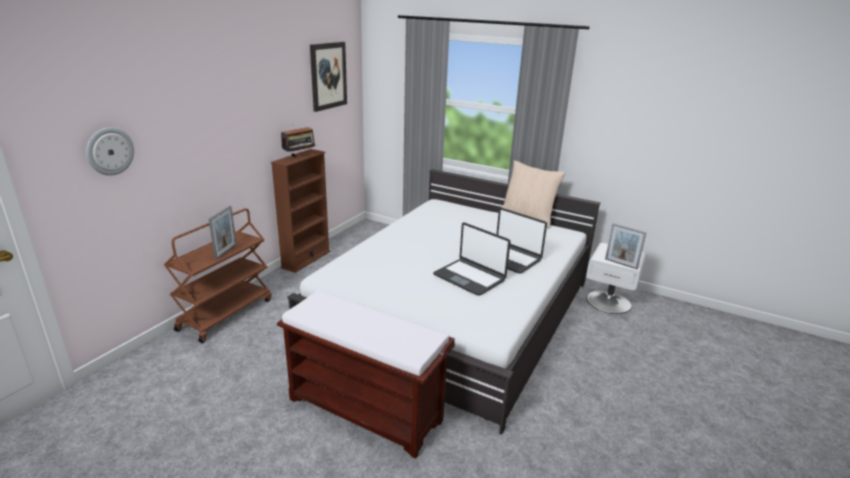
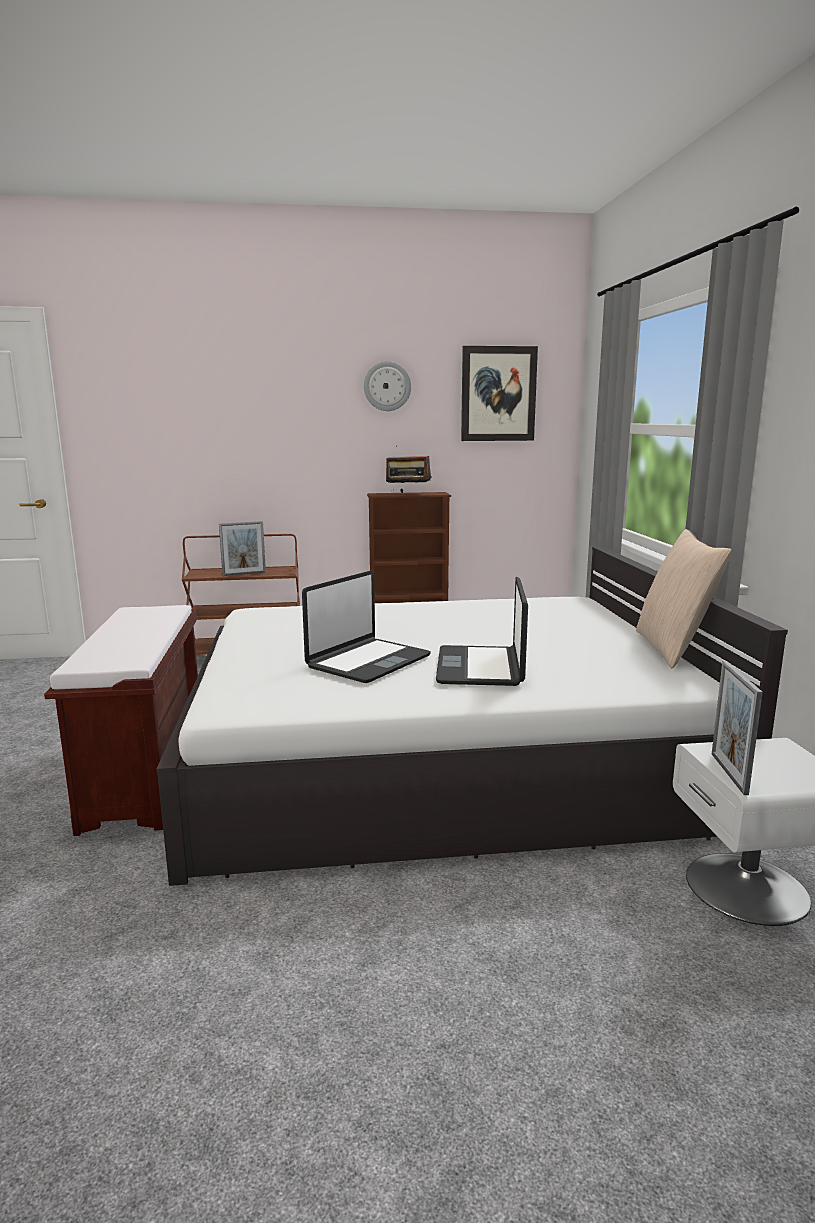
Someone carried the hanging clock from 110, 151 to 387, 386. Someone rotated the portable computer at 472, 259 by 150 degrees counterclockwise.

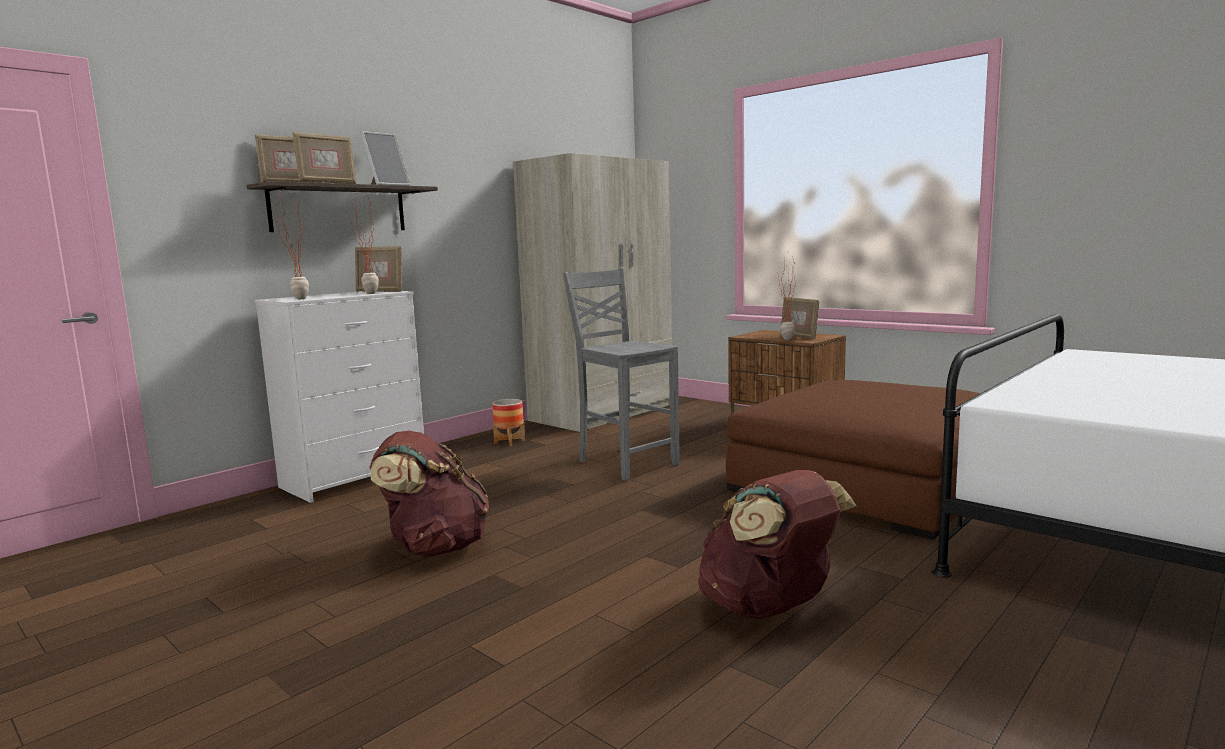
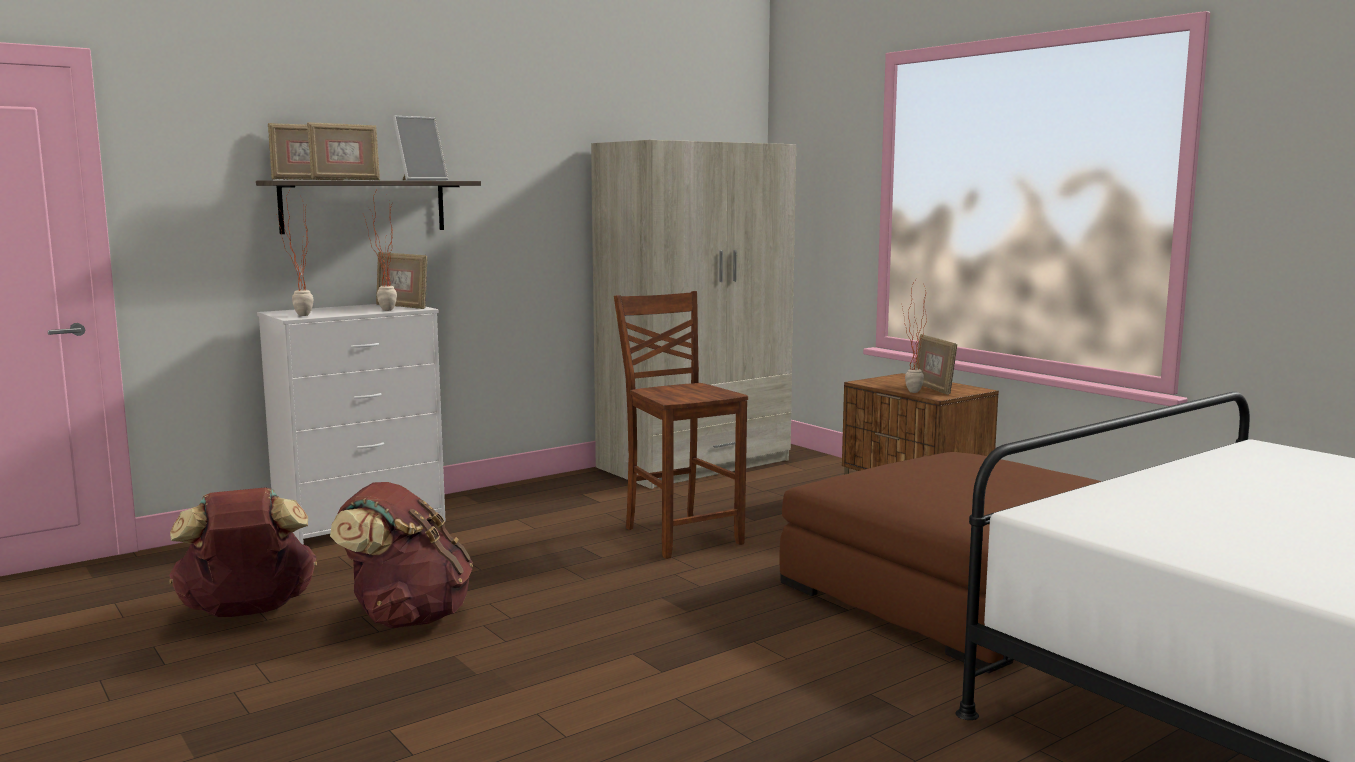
Someone took away the flower pot at 508, 422. Someone carried the backpack/brown-coloured from 777, 544 to 243, 552. Someone repainted the upright chair/gray at 621, 374, which became the upright chair/brown-coloured at 681, 425.

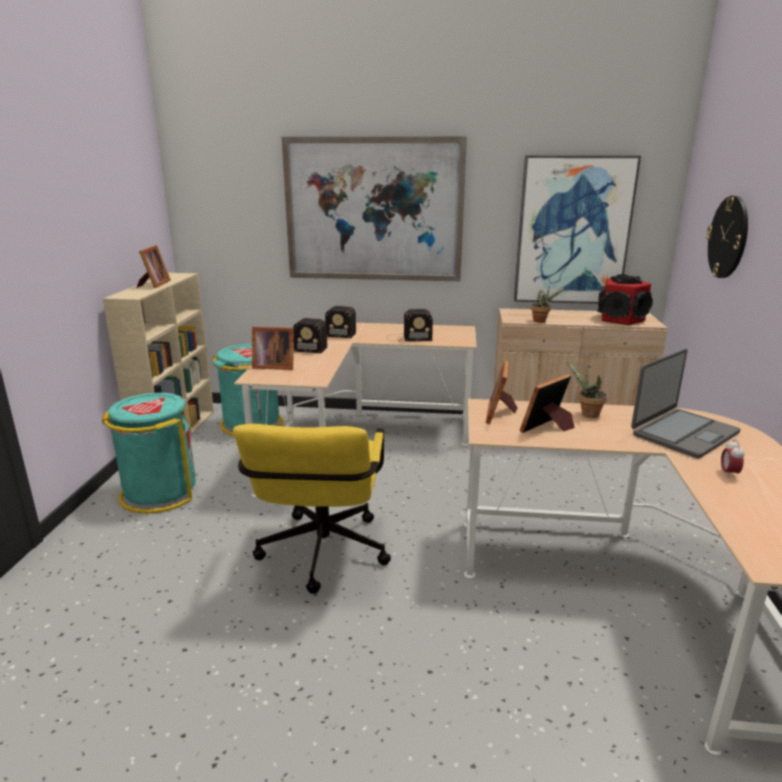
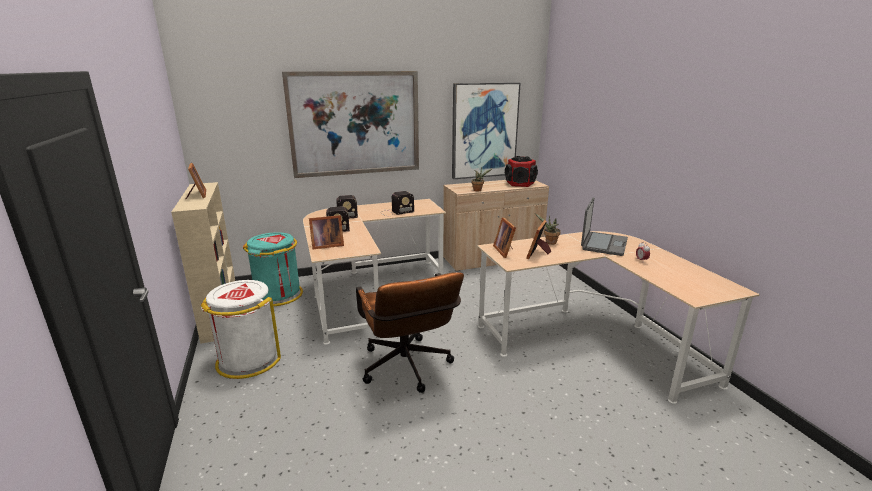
Someone took away the hanging clock at 727, 237. Someone repainted the trash can/blue-green at 149, 453, which became the trash can/white at 241, 329. Someone repainted the desk chair/yellow at 312, 509, which became the desk chair/brown-coloured at 410, 332.

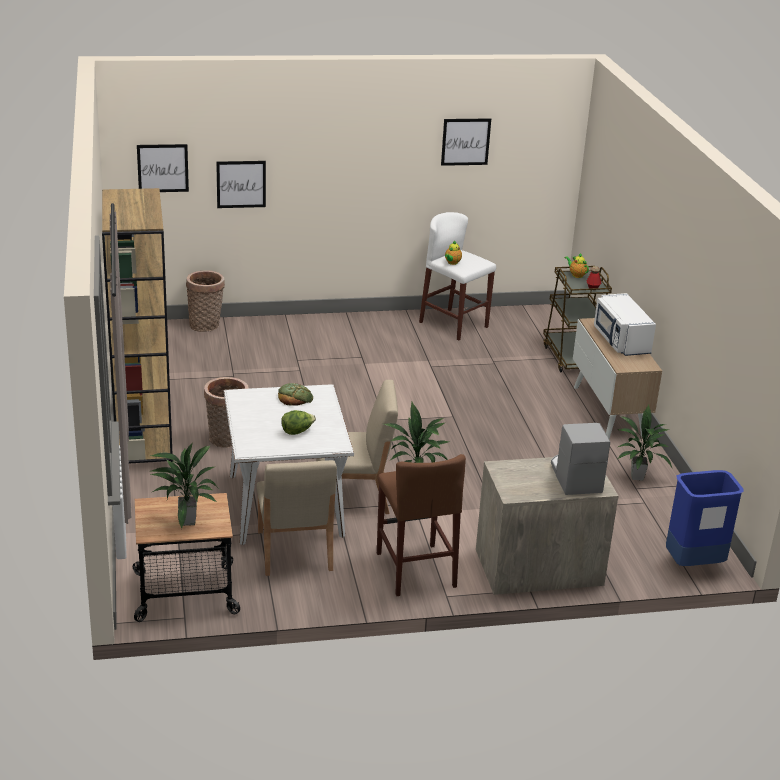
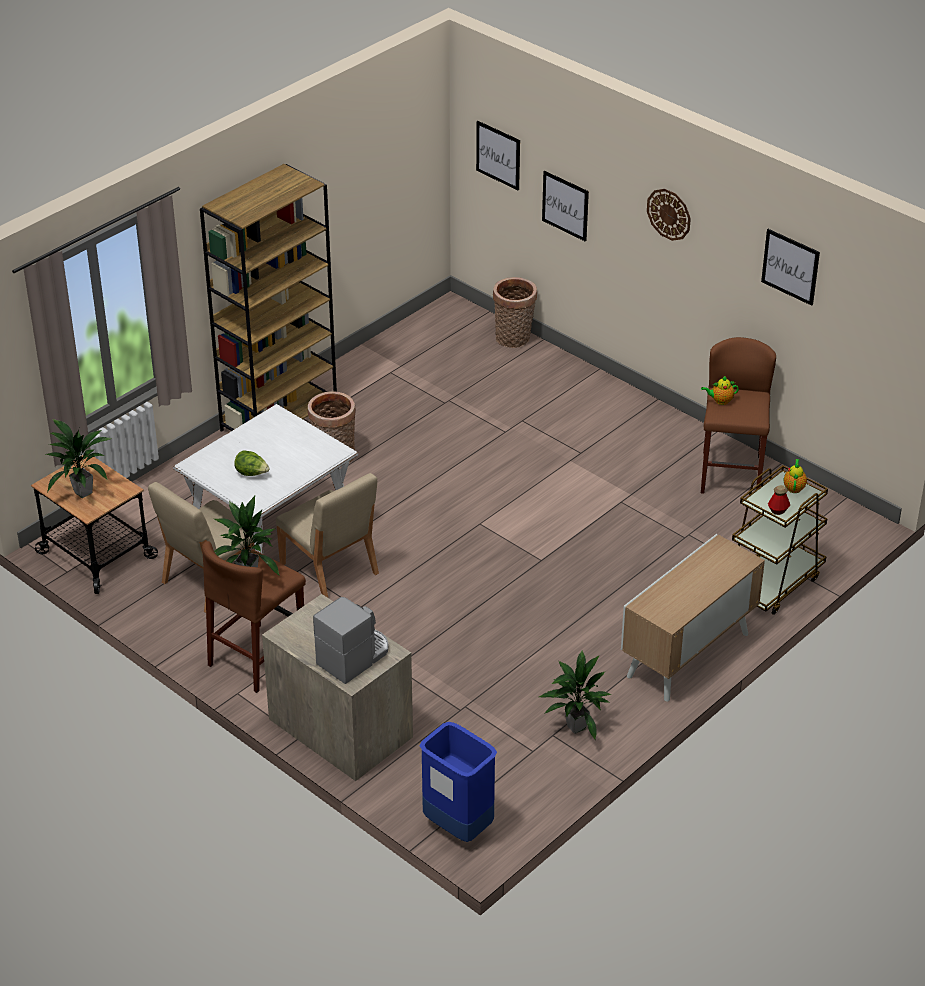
Someone took away the bread at 295, 394. Someone took away the microwave/white at 625, 324. Someone put up the hanging clock at 669, 215. Someone repainted the stool seat/white at 457, 276, which became the stool seat/brown-coloured at 738, 415.

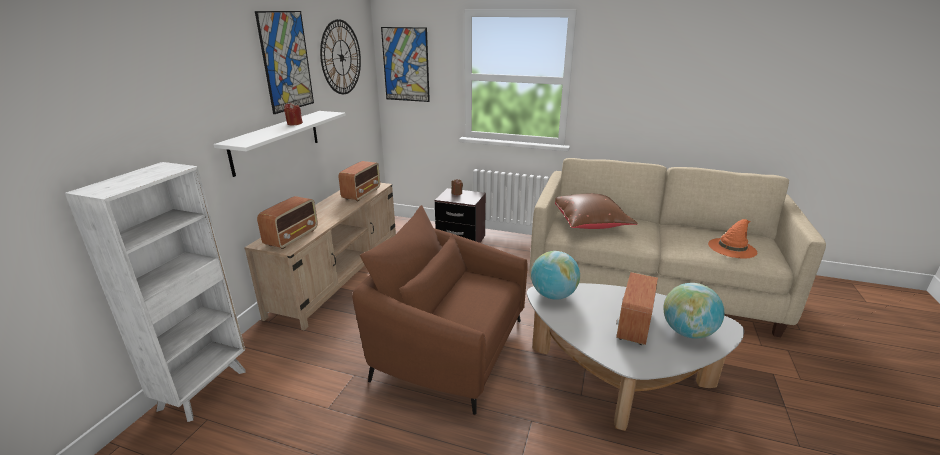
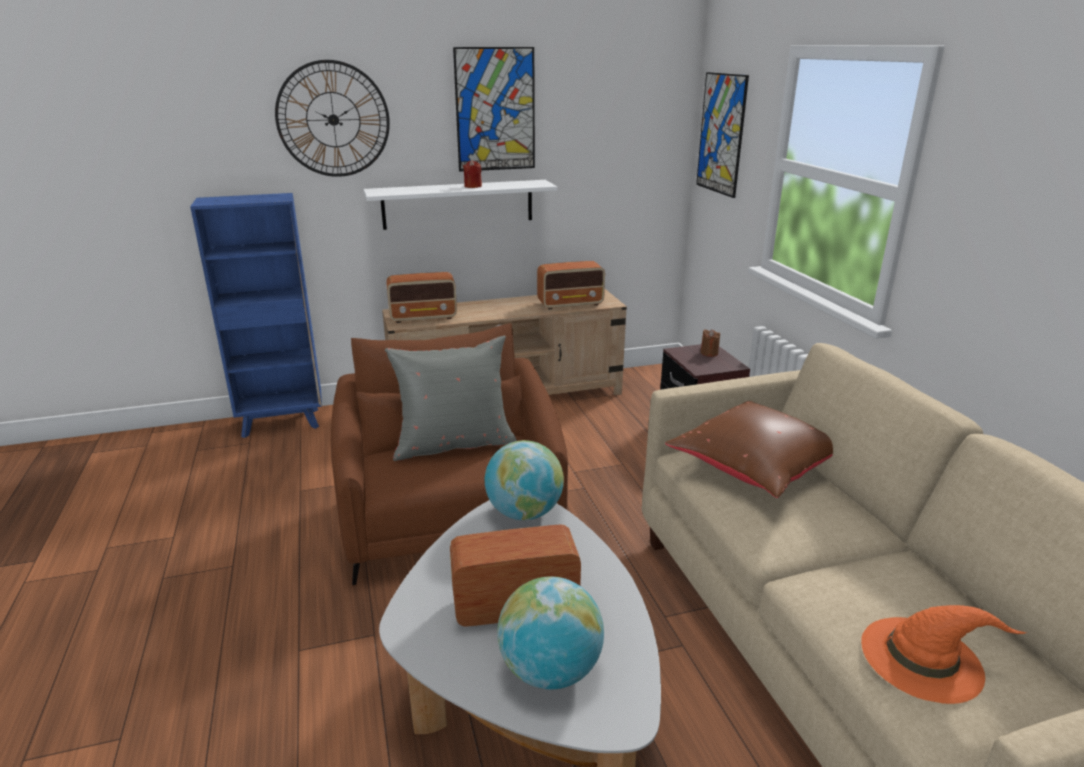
Someone put down the pillow/gray at 451, 398. Someone carried the hanging clock from 340, 56 to 332, 118. Someone repainted the shelving unit/white at 155, 292, which became the shelving unit/blue at 256, 315.

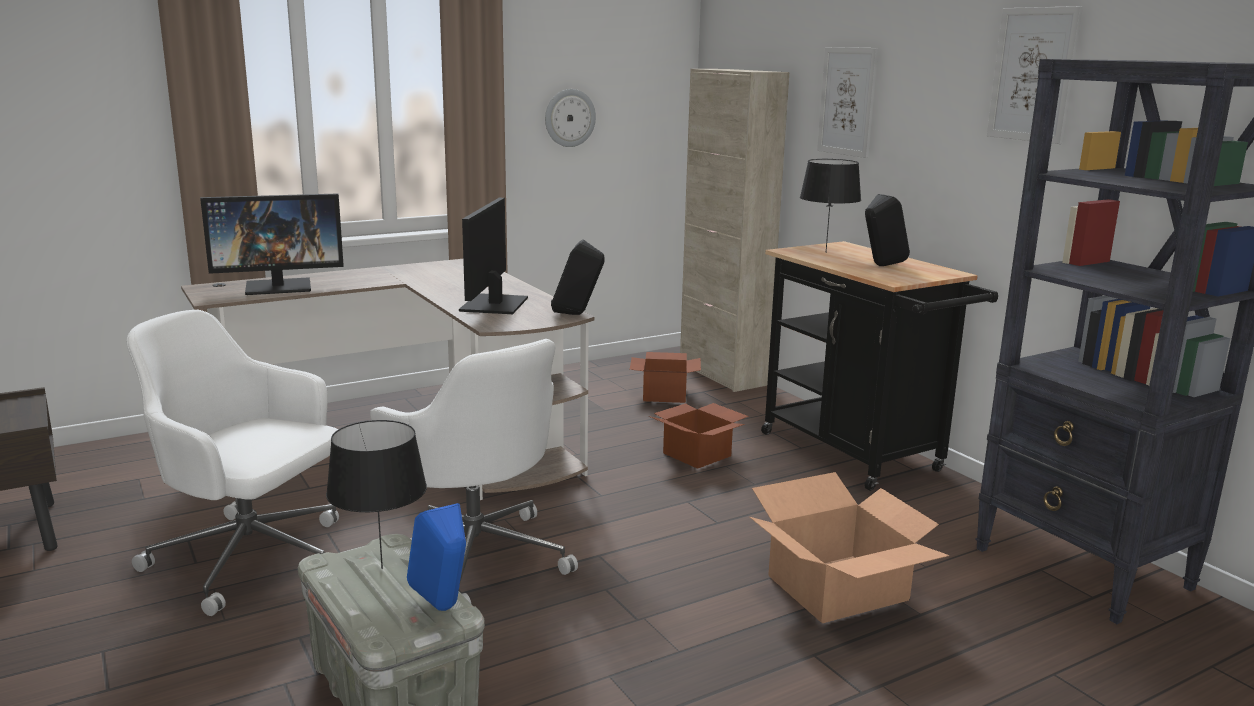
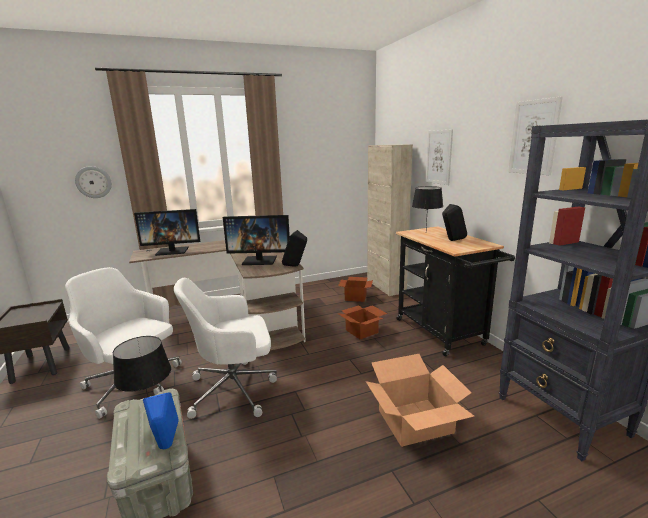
Someone carried the hanging clock from 570, 118 to 93, 182. Someone rotated the desk chair/white at 474, 471 by 105 degrees clockwise. Someone rotated the computer screen at 493, 256 by 105 degrees counterclockwise.

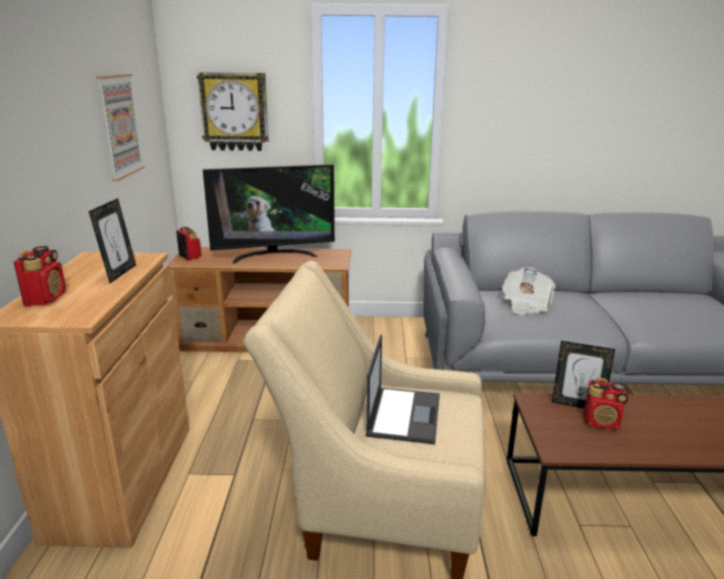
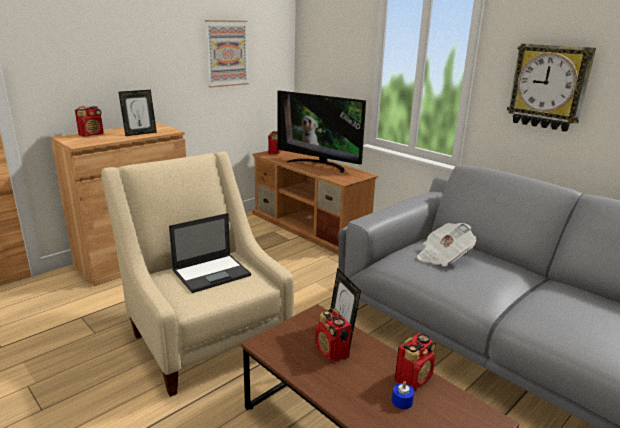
Someone put down the wax candle/blue at 403, 395. Someone put down the radio set at 415, 361. Someone carried the hanging clock from 233, 111 to 551, 87.

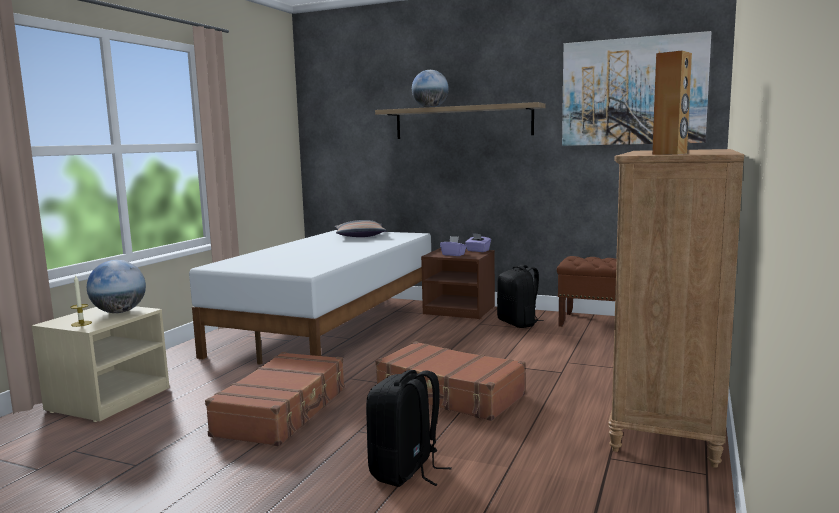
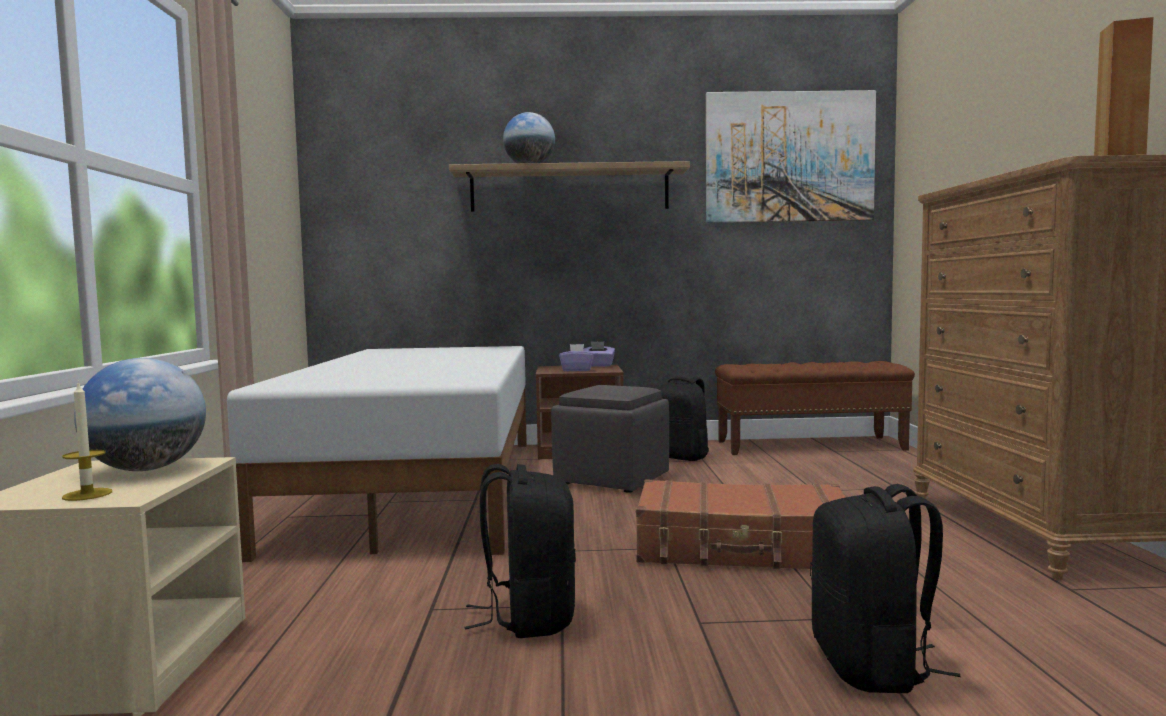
Someone took away the pillow at 361, 228. Someone put down the pouffe/gray at 610, 439. Someone swapped the travel case/brown-coloured at 275, 399 for the backpack/black at 520, 551.

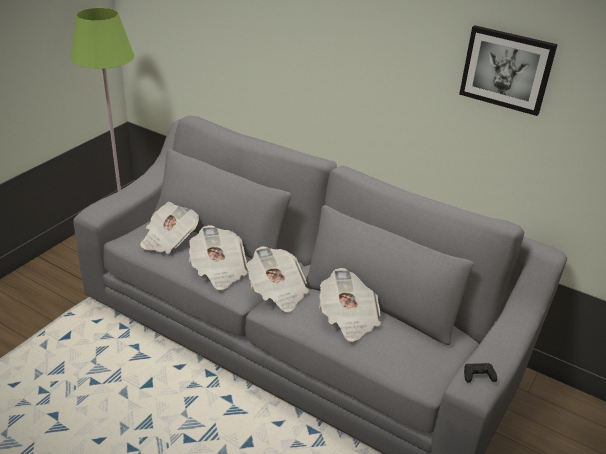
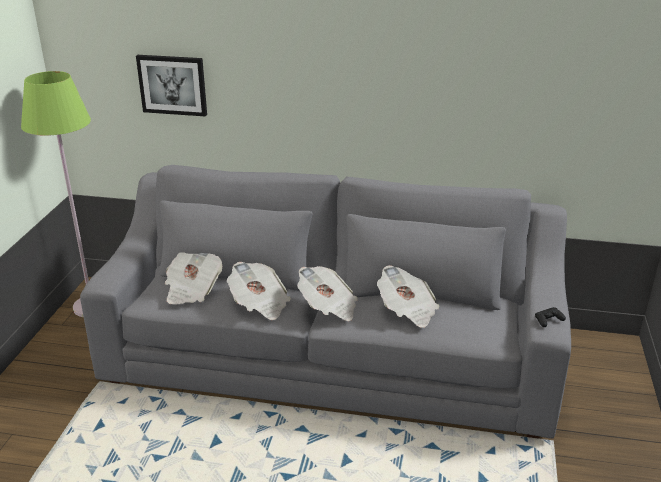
Someone carried the wall picture from 508, 70 to 171, 86.

